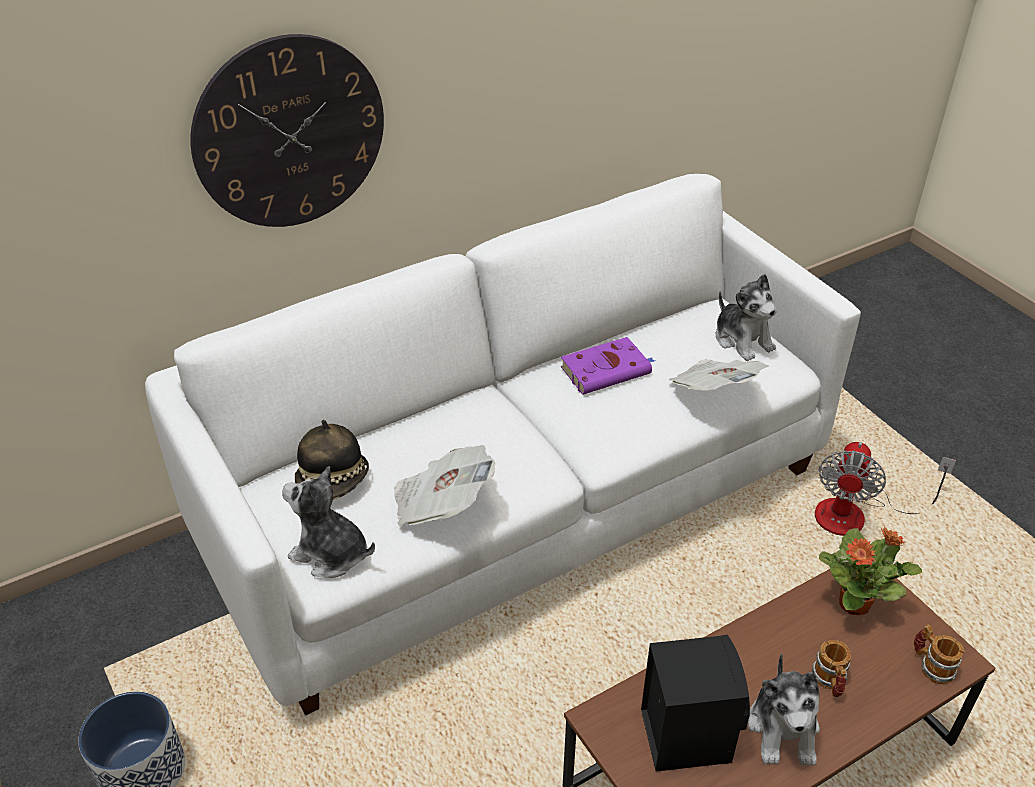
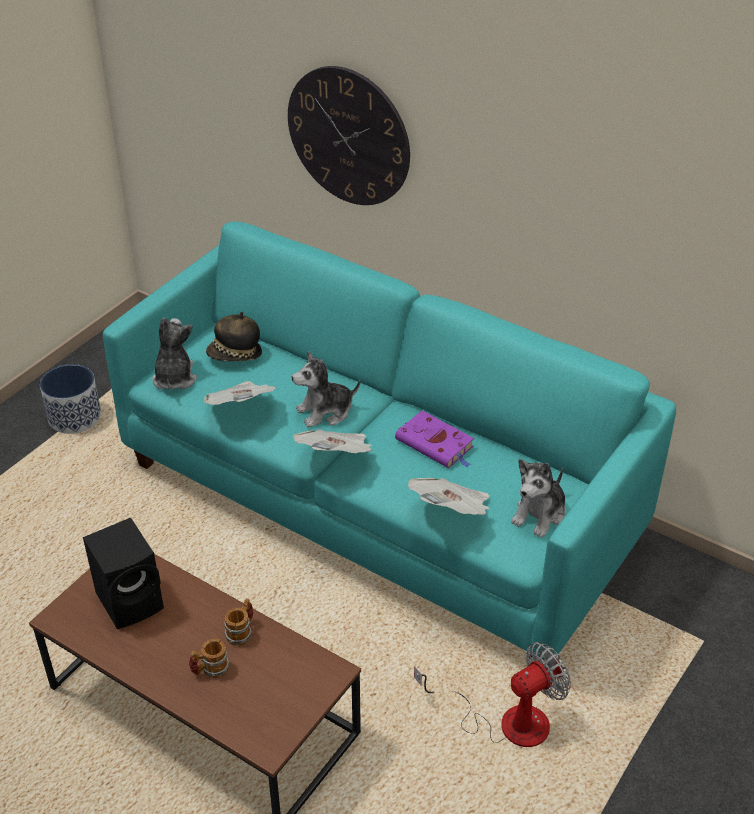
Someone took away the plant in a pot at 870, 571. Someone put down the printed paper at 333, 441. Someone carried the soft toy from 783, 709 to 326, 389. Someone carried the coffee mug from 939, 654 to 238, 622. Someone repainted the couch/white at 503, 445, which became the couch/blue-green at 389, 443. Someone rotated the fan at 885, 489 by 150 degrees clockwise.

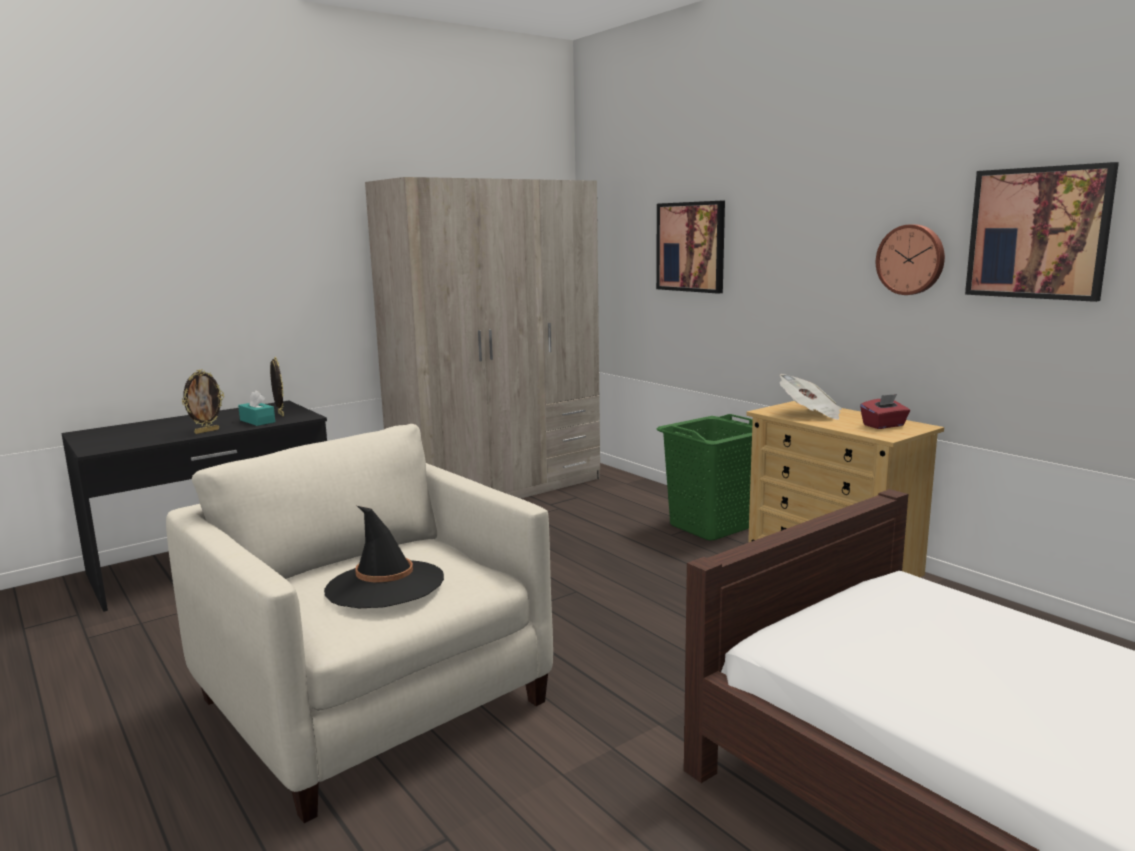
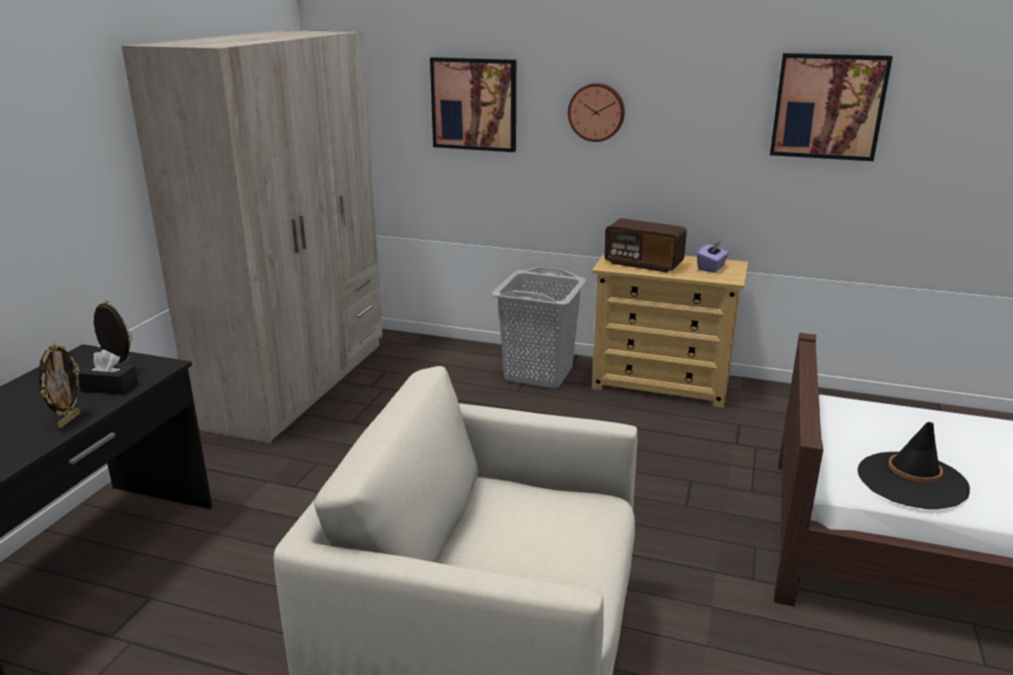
Someone carried the hat/black from 384, 557 to 914, 465. Someone carried the hanging clock from 910, 259 to 596, 112. Someone swapped the printed paper at 811, 397 for the radio set at 645, 245. Someone repainted the tissue holder/blue-green at 256, 408, which became the tissue holder/black at 108, 372. Someone repainted the hamper/greenish at 705, 477, which became the hamper/gray at 539, 327. Someone repainted the tissue holder/reddish at 885, 411, which became the tissue holder/purplish at 713, 257.

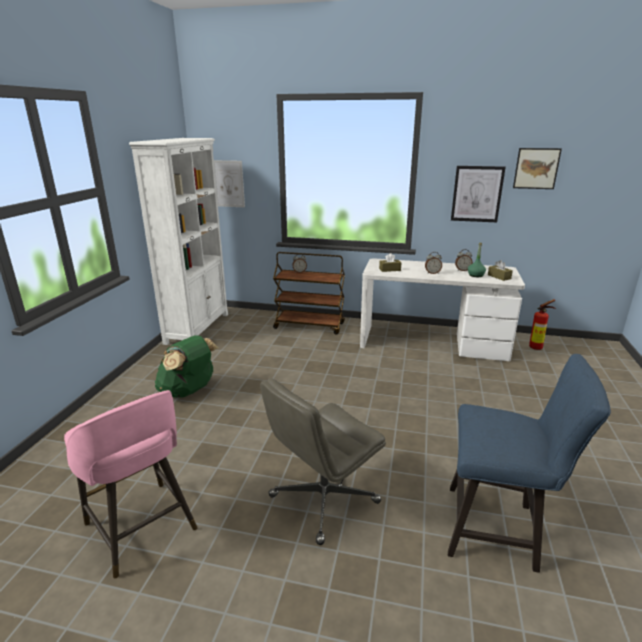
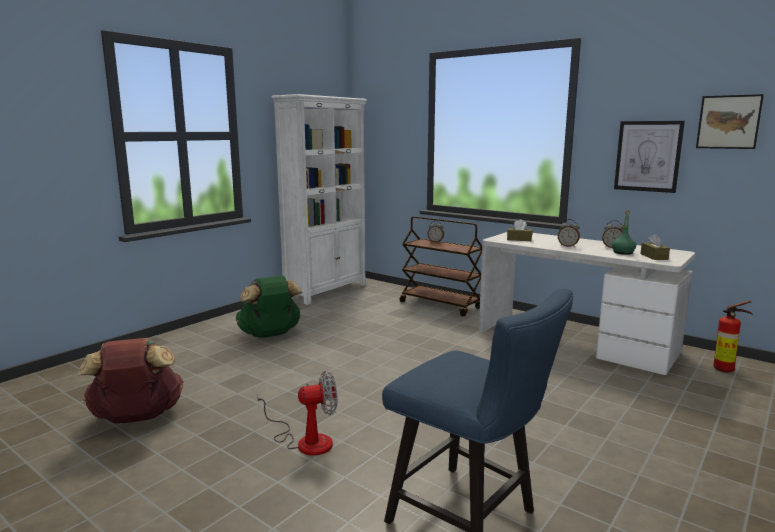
Someone took away the wall picture at 229, 183. Someone swapped the stool seat/pink at 130, 484 for the backpack/brown-coloured at 130, 380. Someone swapped the desk chair/gray at 323, 461 for the fan at 297, 413.

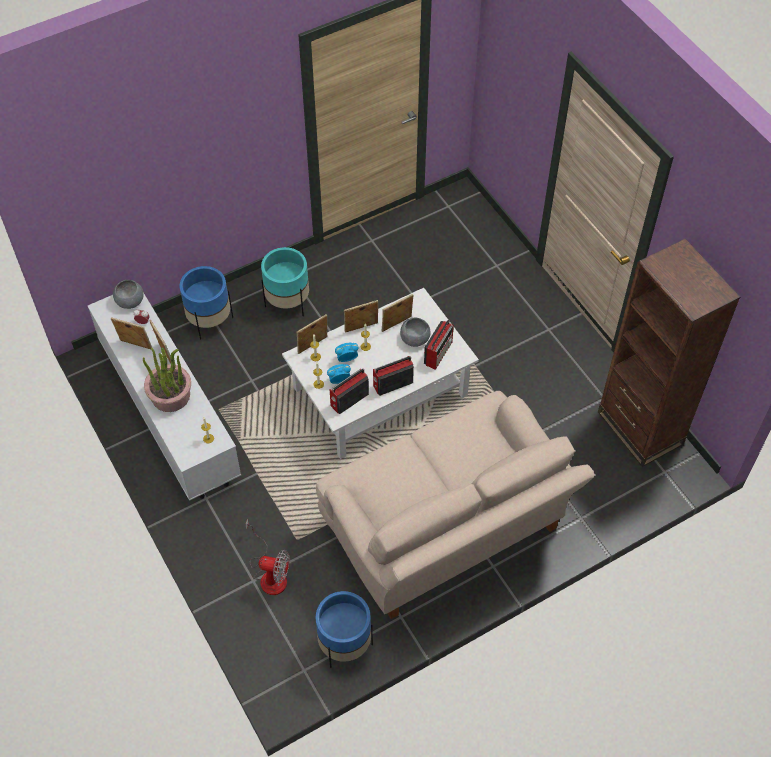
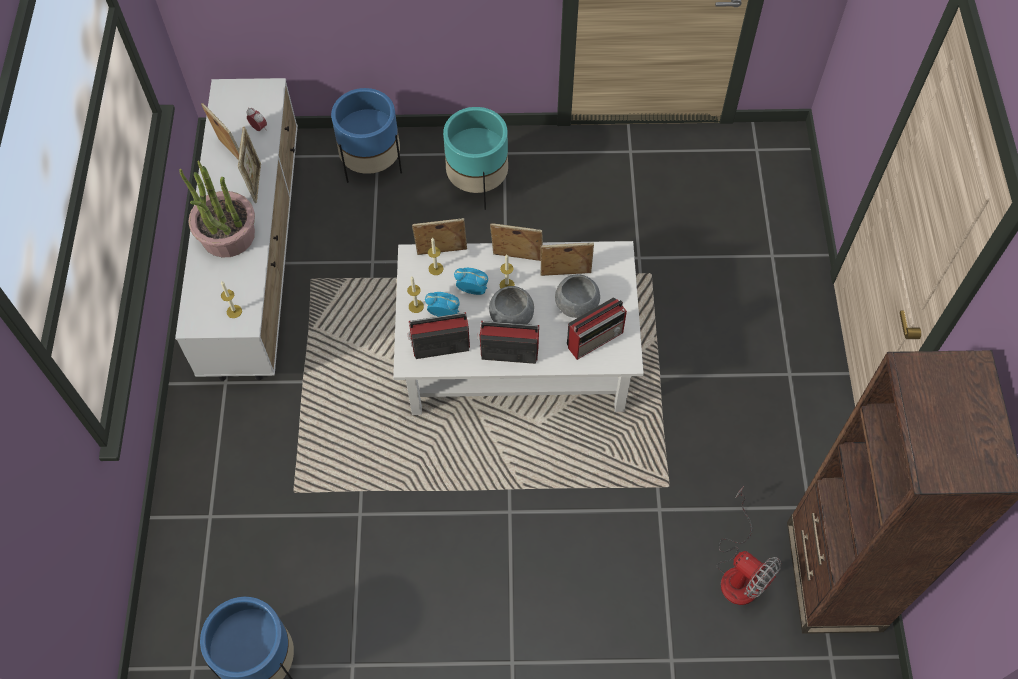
Someone took away the couch/beige at 455, 505. Someone carried the bowl/gray from 128, 294 to 511, 305. Someone carried the fan from 267, 557 to 749, 545.

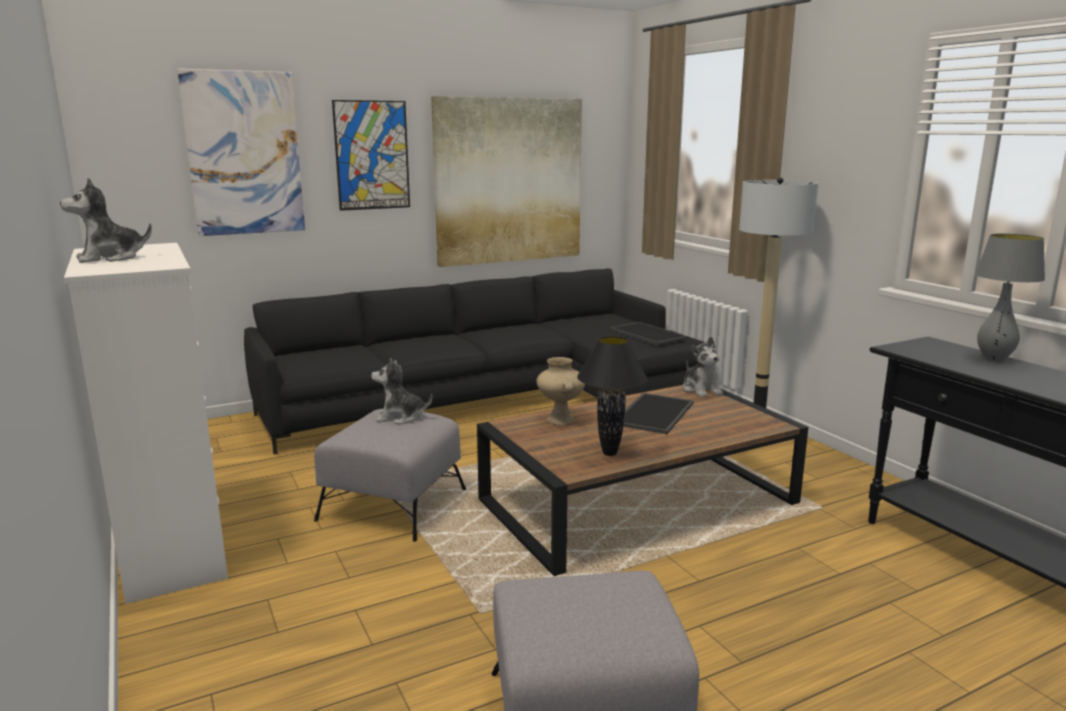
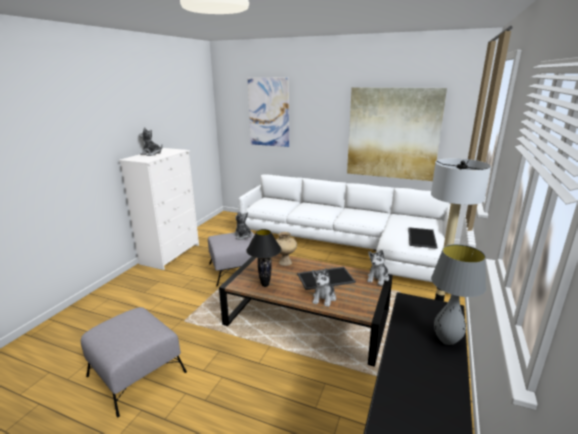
Someone took away the wall picture at 371, 155. Someone put down the soft toy at 324, 287. Someone repainted the couch/black at 474, 362, which became the couch/white at 345, 233.

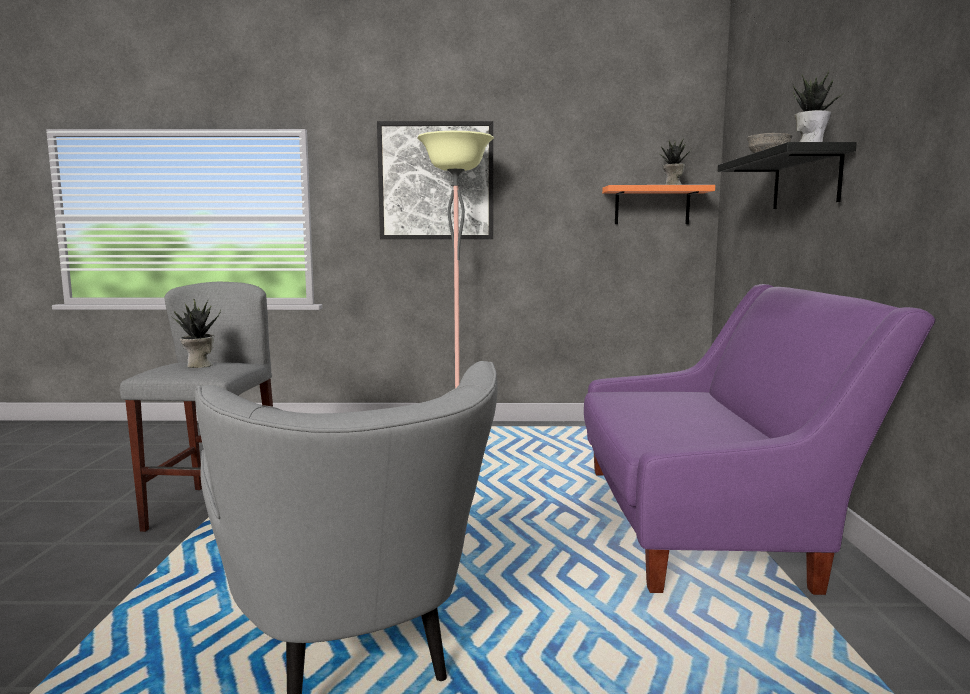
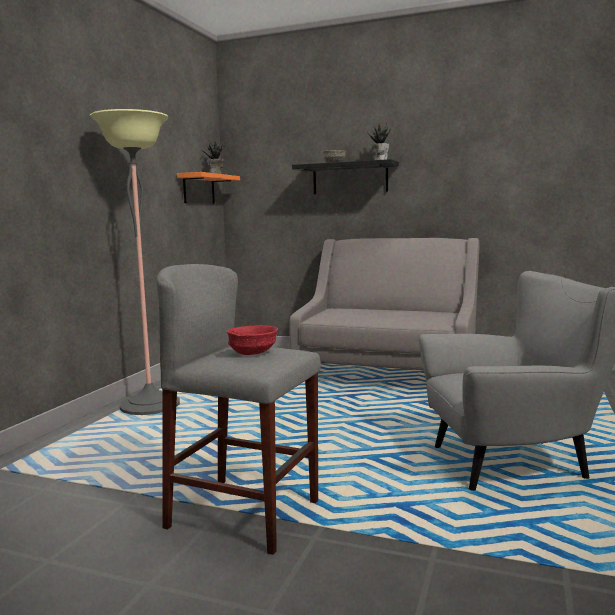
Someone took away the wall picture at 435, 180. Someone swapped the plant in a pot at 196, 333 for the bowl/reddish at 252, 340. Someone repainted the couch/purplish at 759, 439, which became the couch/gray at 384, 304.

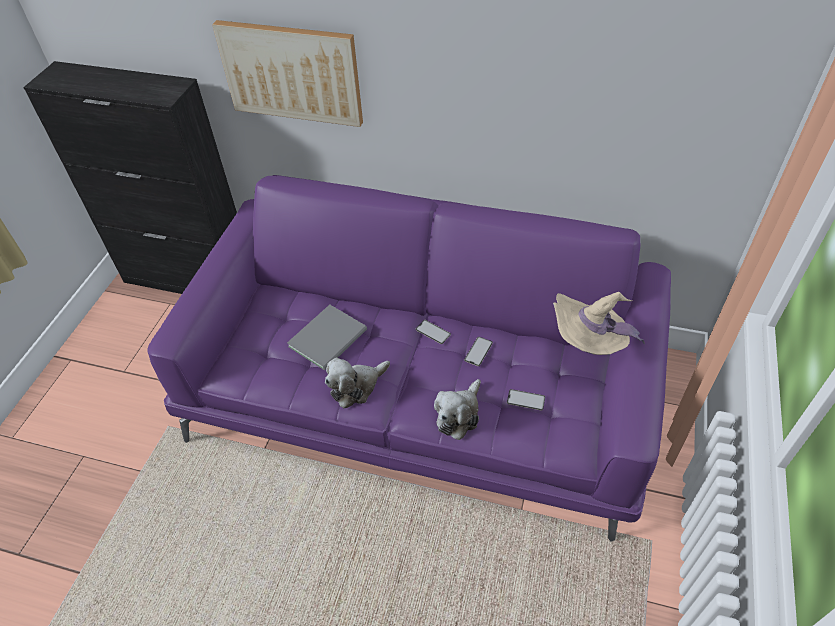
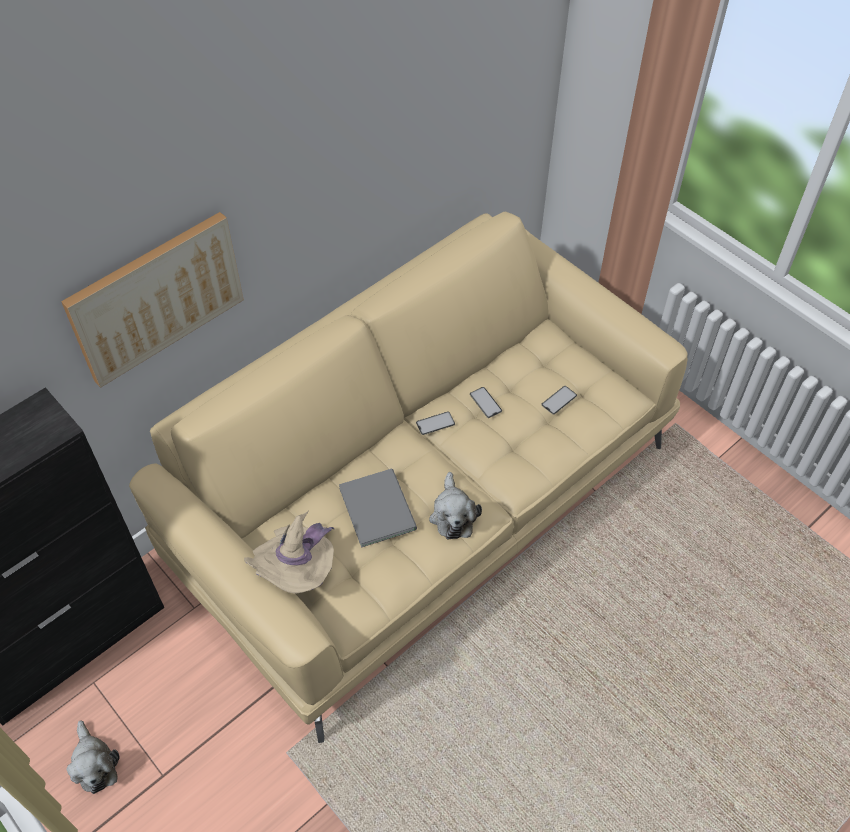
Someone carried the soft toy from 457, 409 to 93, 757. Someone carried the hat/beige from 599, 323 to 289, 552. Someone repainted the couch/purplish at 409, 358, which became the couch/beige at 408, 477.

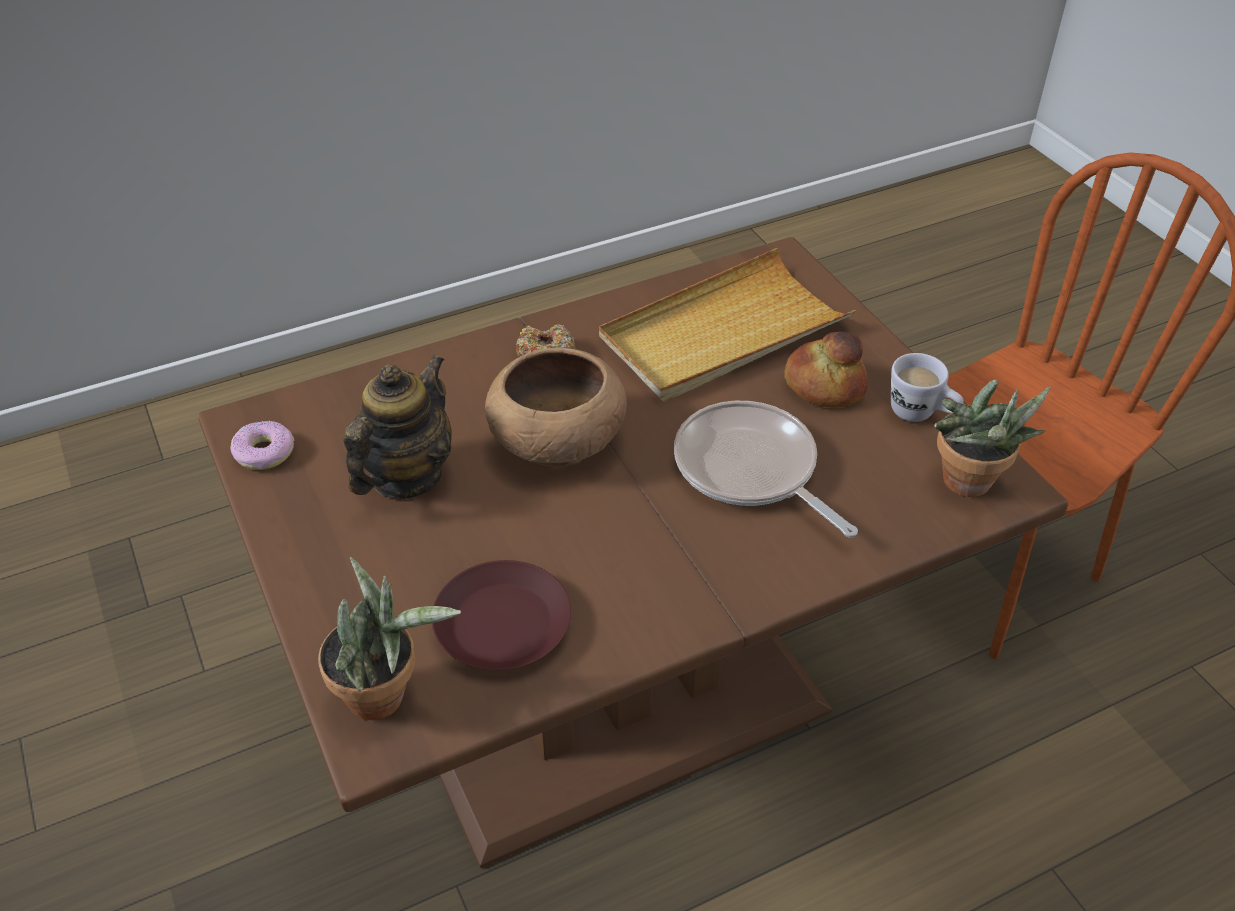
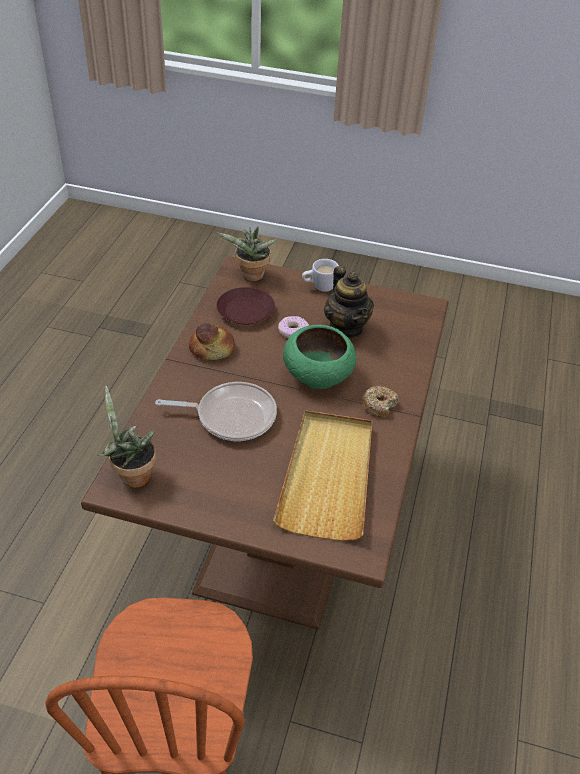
Someone carried the donut from 262, 445 to 293, 327. Someone carried the bread from 826, 370 to 212, 341. Someone carried the coffee mug/white from 927, 387 to 320, 275. Someone repainted the bowl/brown-coloured at 556, 407, which became the bowl/greenish at 319, 357.

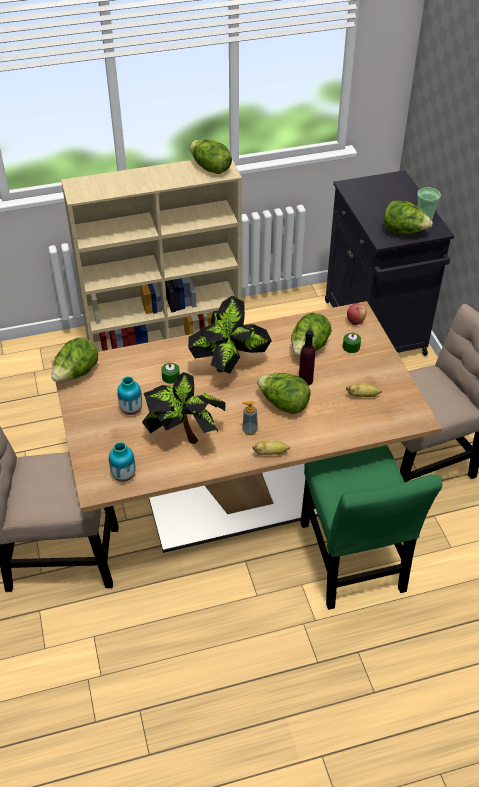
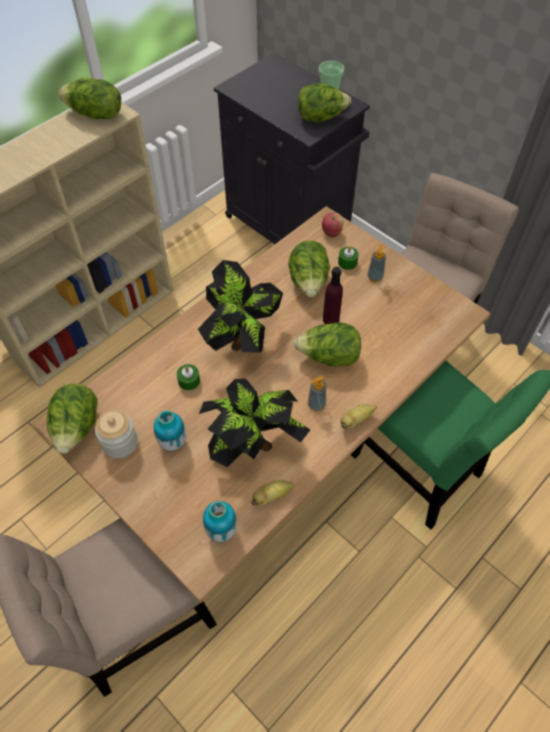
Someone put down the storage jar at 116, 434. Someone put down the liquid soap bottle at 376, 263. Someone carried the whole banana from 364, 390 to 273, 493.

